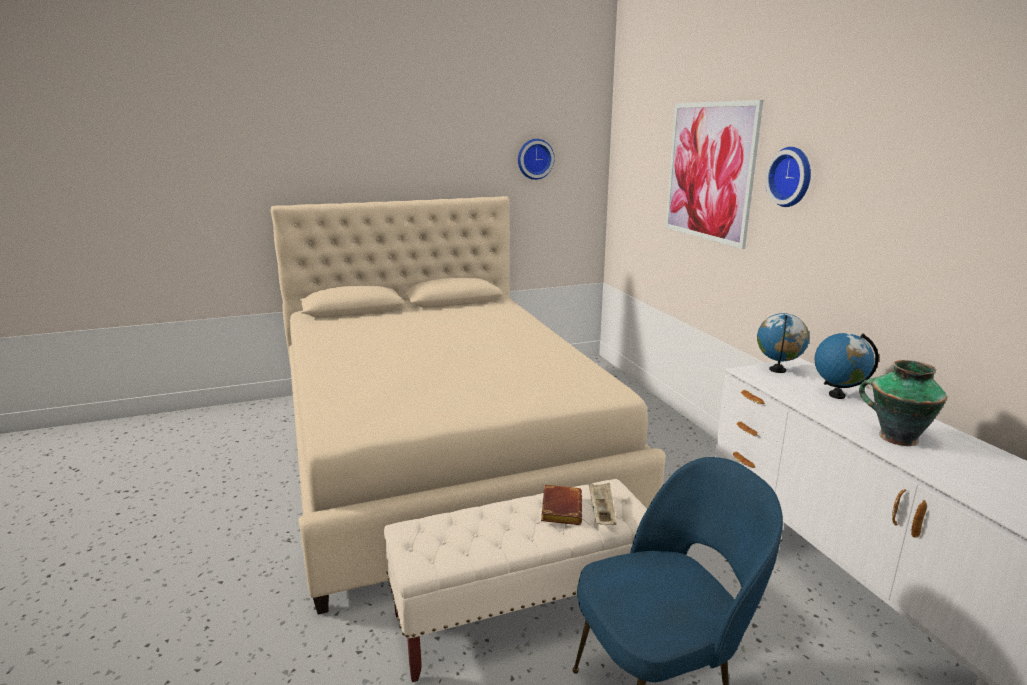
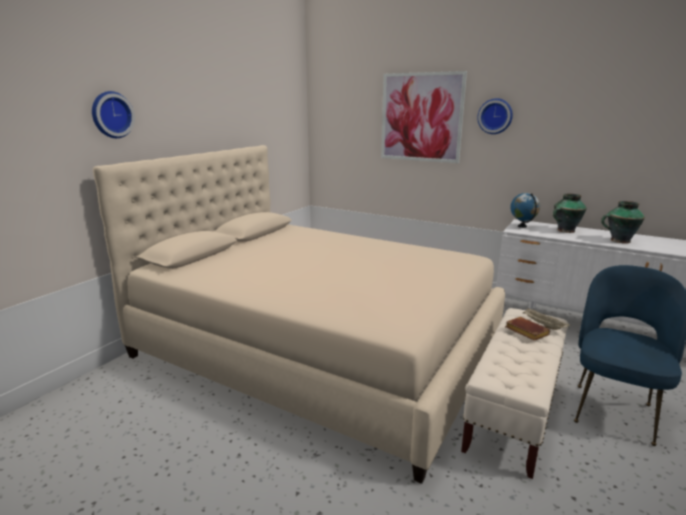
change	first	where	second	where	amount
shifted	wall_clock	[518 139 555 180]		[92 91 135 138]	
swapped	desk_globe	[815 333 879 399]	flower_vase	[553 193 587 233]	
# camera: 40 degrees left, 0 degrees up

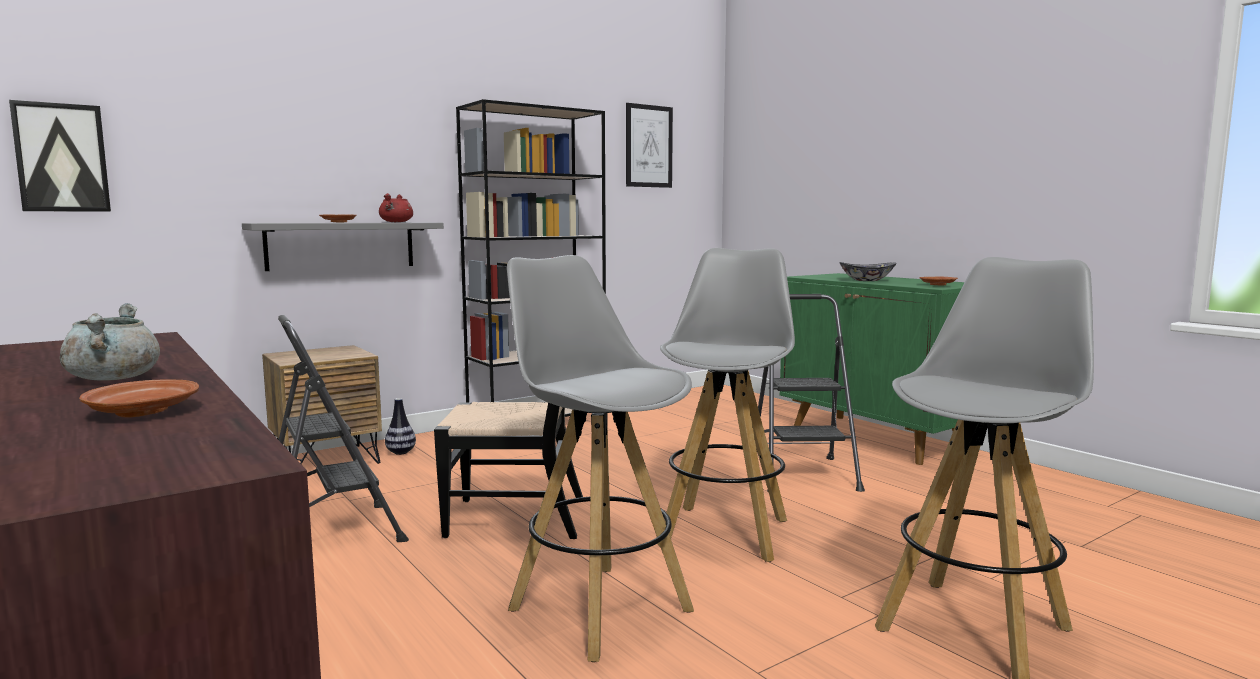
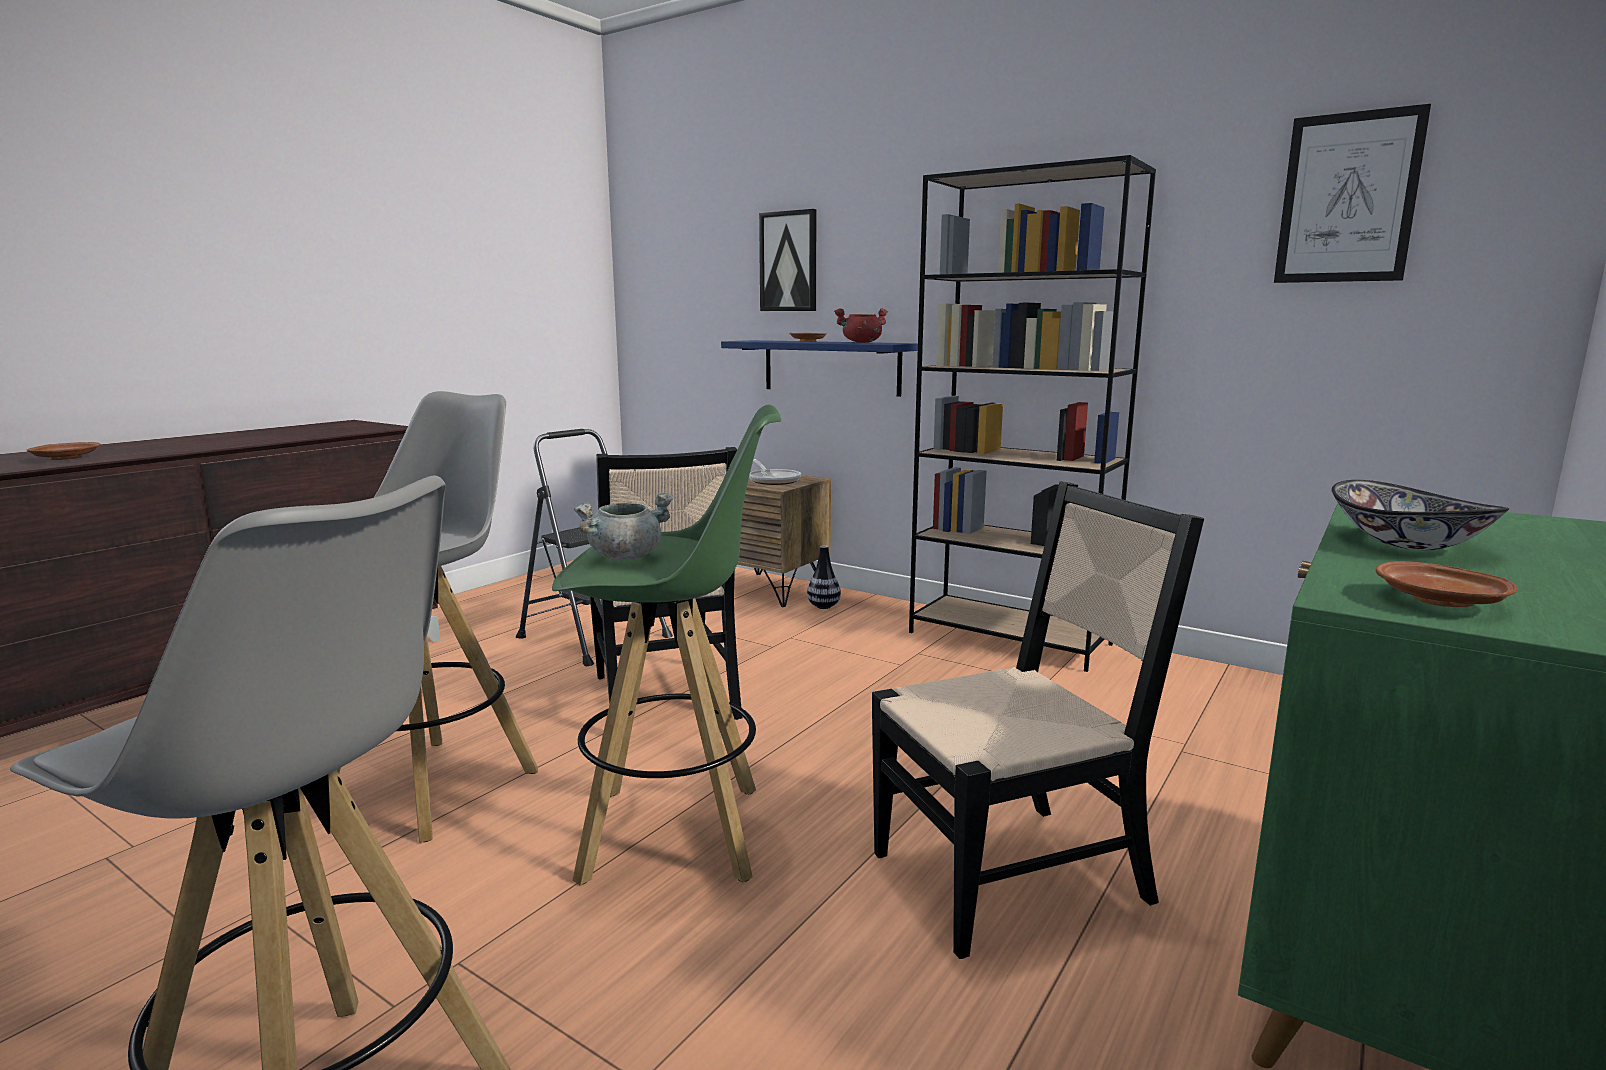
change	first	where	second	where	amount
new			skillet	[749 459 801 485]	
shifted	wall_picture	[9 100 111 212]		[759 209 816 311]	
shifted	greyish_saucepot	[60 303 160 381]		[574 493 674 560]	
swapped	blackish_stepladder	[758 294 865 492]	chair	[872 481 1204 959]	
repainted	greyish_wall_shelf	[242 223 444 271]	blue-coloured_wall_shelf	[721 340 918 397]	
repainted	greyish_stool_seat	[658 248 795 562]	greenish_stool_seat	[552 405 781 886]	
# camera: 70 degrees right, 5 degrees up

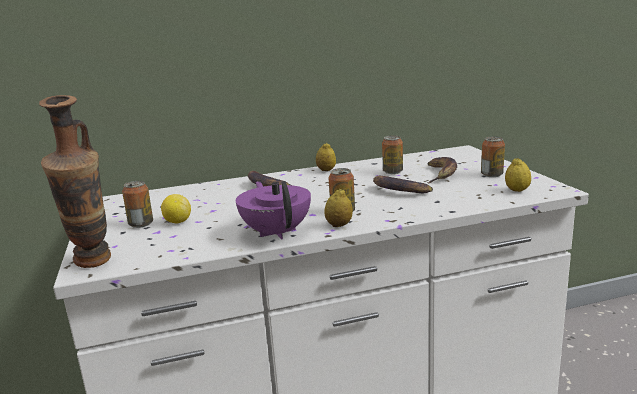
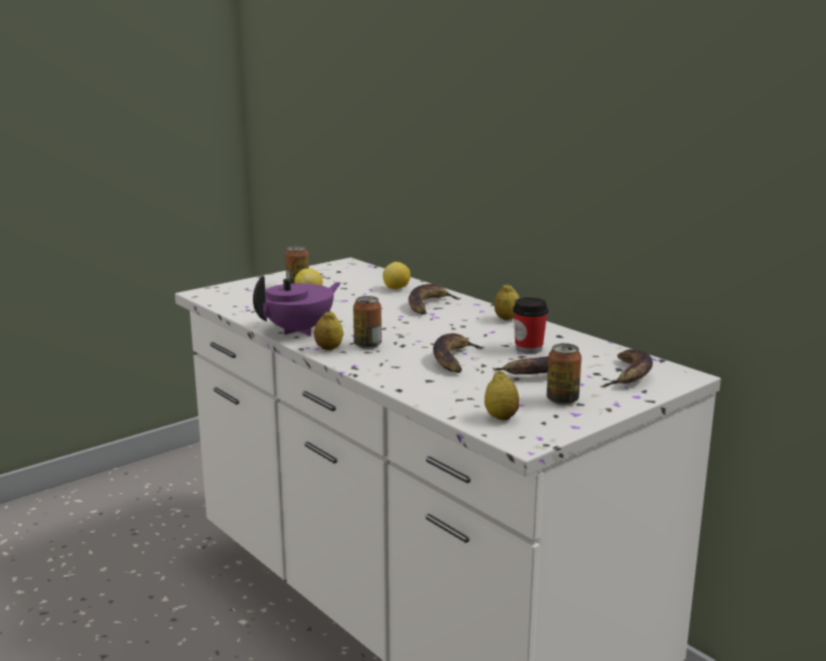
change	first	where	second	where	amount
gone	flower_vase	[39 95 111 268]			
new			citrus_fruit	[383 262 410 289]	
new			banana_fruit	[600 349 653 388]	
swapped	can	[382 135 403 174]	cup	[513 297 548 354]	
# camera: 65 degrees right, 0 degrees up

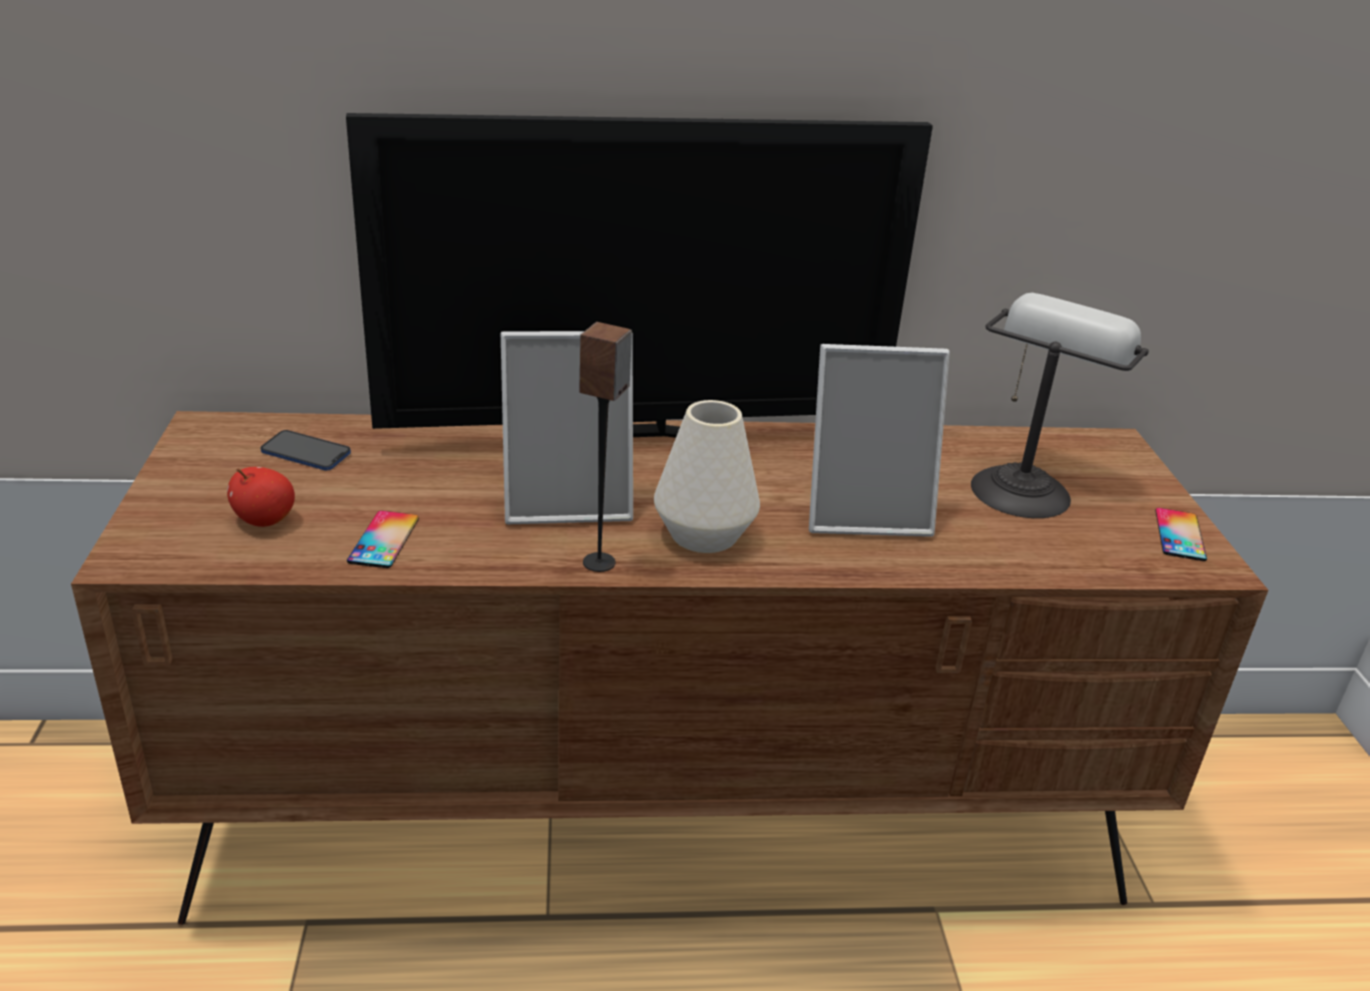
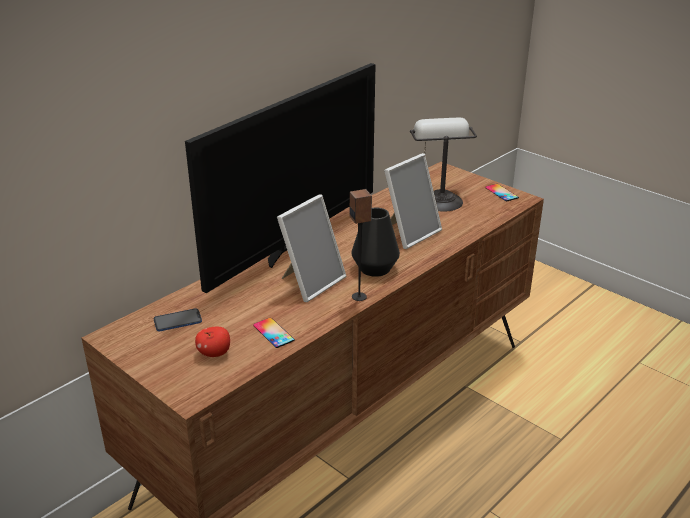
change	first	where	second	where	amount
repainted	white-coloured_flower_vase	[654 400 760 553]	blackish_flower_vase	[351 208 400 277]	
# camera: 40 degrees left, 0 degrees up

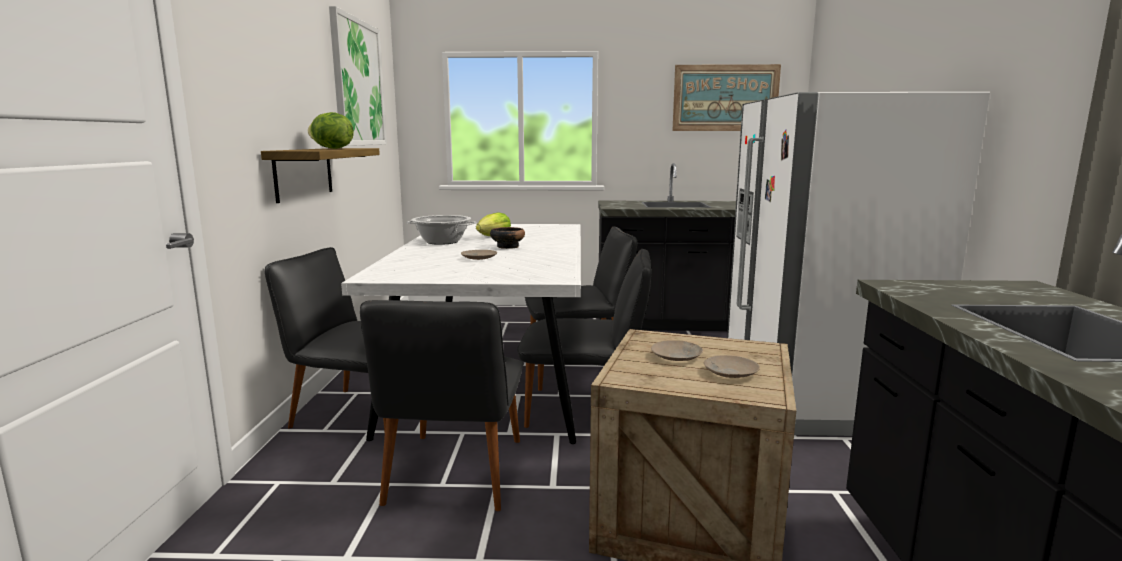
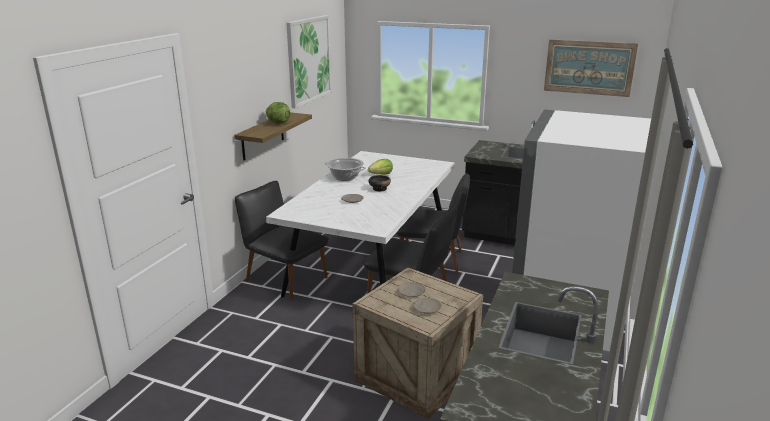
change	first	where	second	where	amount
gone	blackish_chair	[360 300 524 511]			
# camera: 20 degrees right, 10 degrees up

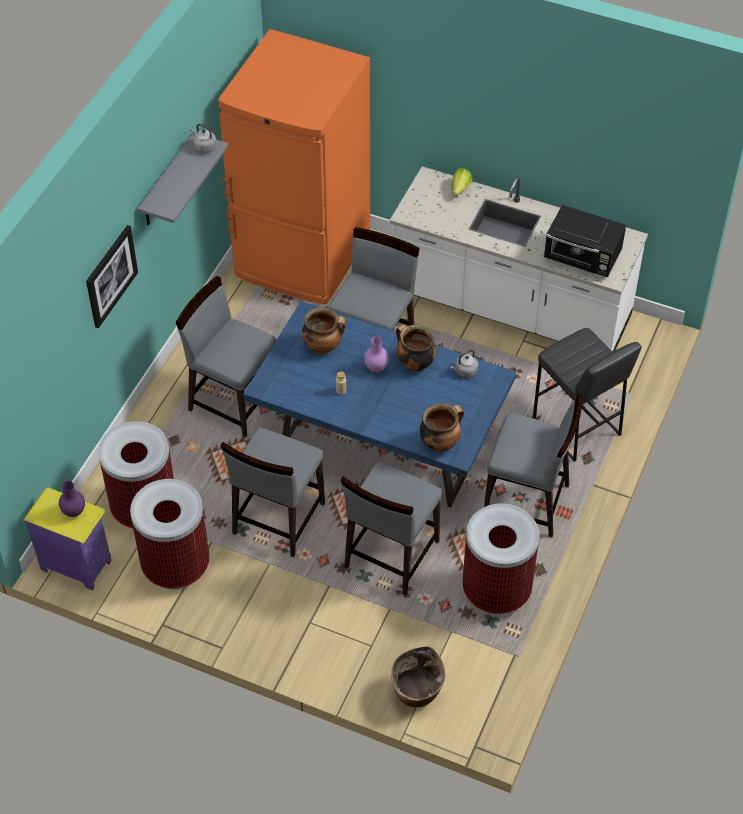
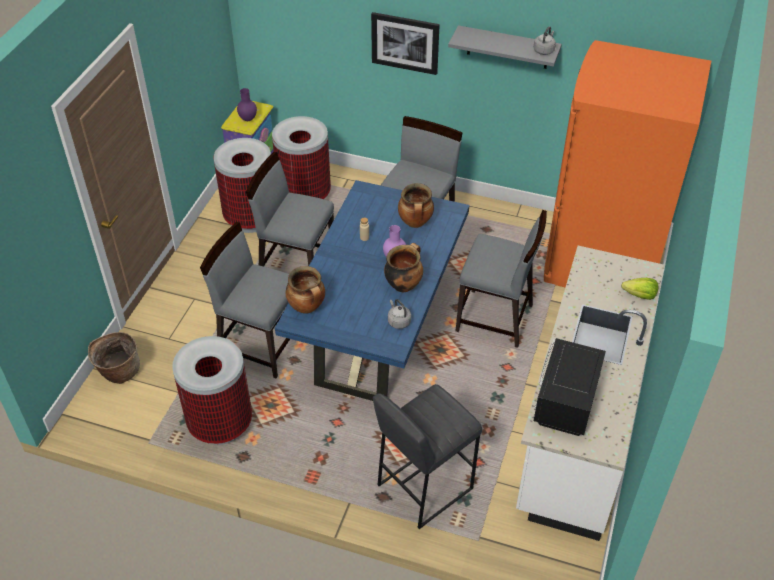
change	first	where	second	where	amount
gone	greyish_chair	[484 394 583 537]			
# camera: 85 degrees right, 5 degrees down

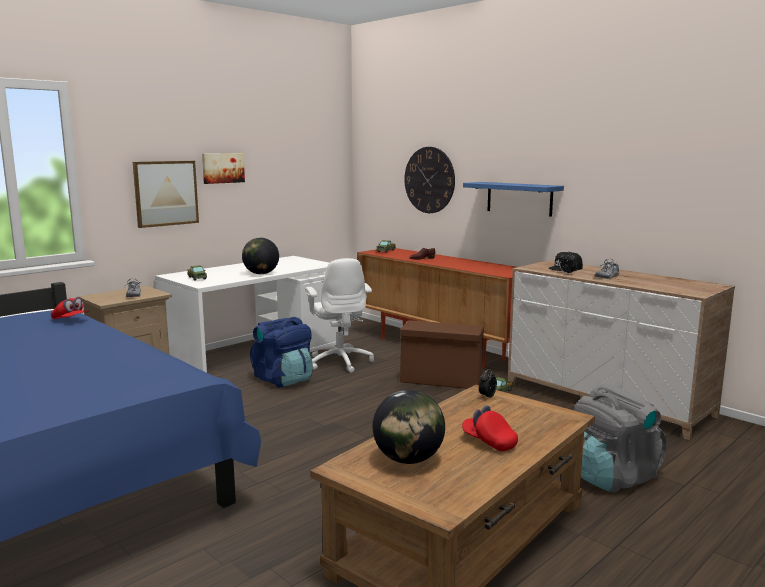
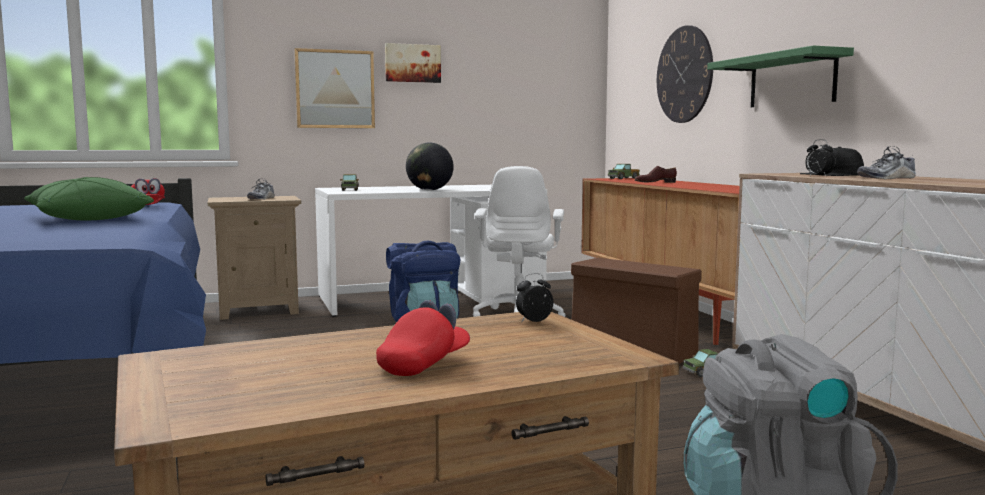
change	first	where	second	where	amount
gone	desk_globe	[373 390 445 464]			
new			greenish_pillow	[24 177 154 220]	
repainted	blue-coloured_wall_shelf	[463 182 564 217]	greenish_wall_shelf	[707 45 854 107]	
rotated	reddish_peaked_cap	[462 405 518 451]		[376 300 470 376]	60 degrees clockwise
# camera: 25 degrees right, 5 degrees down

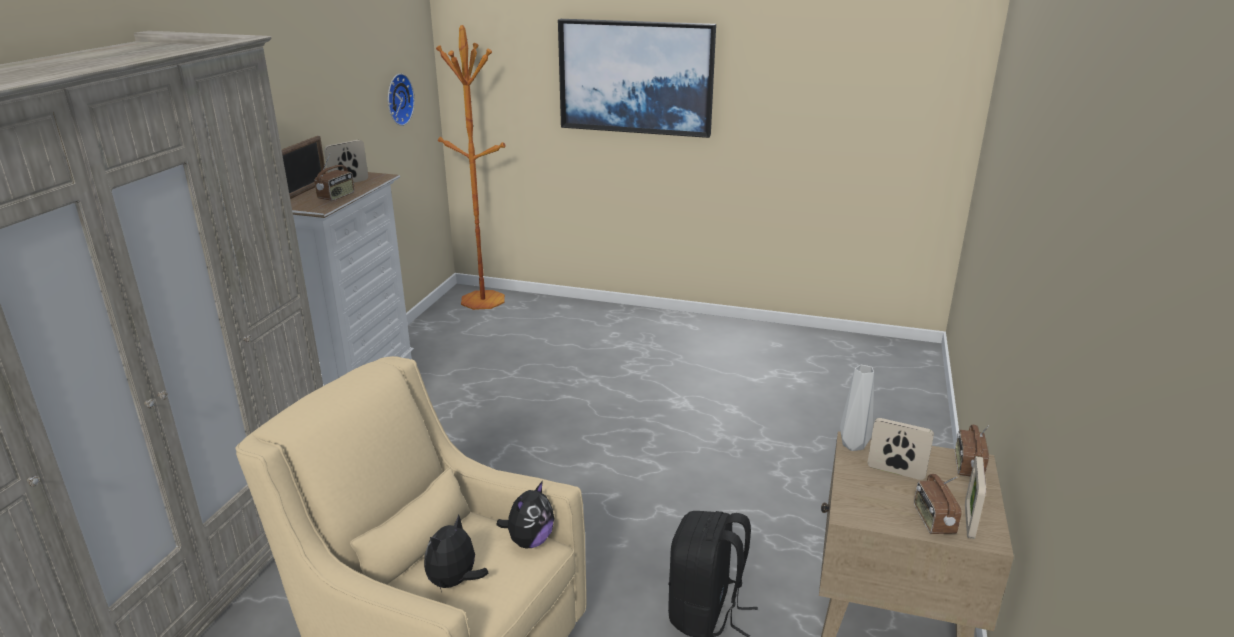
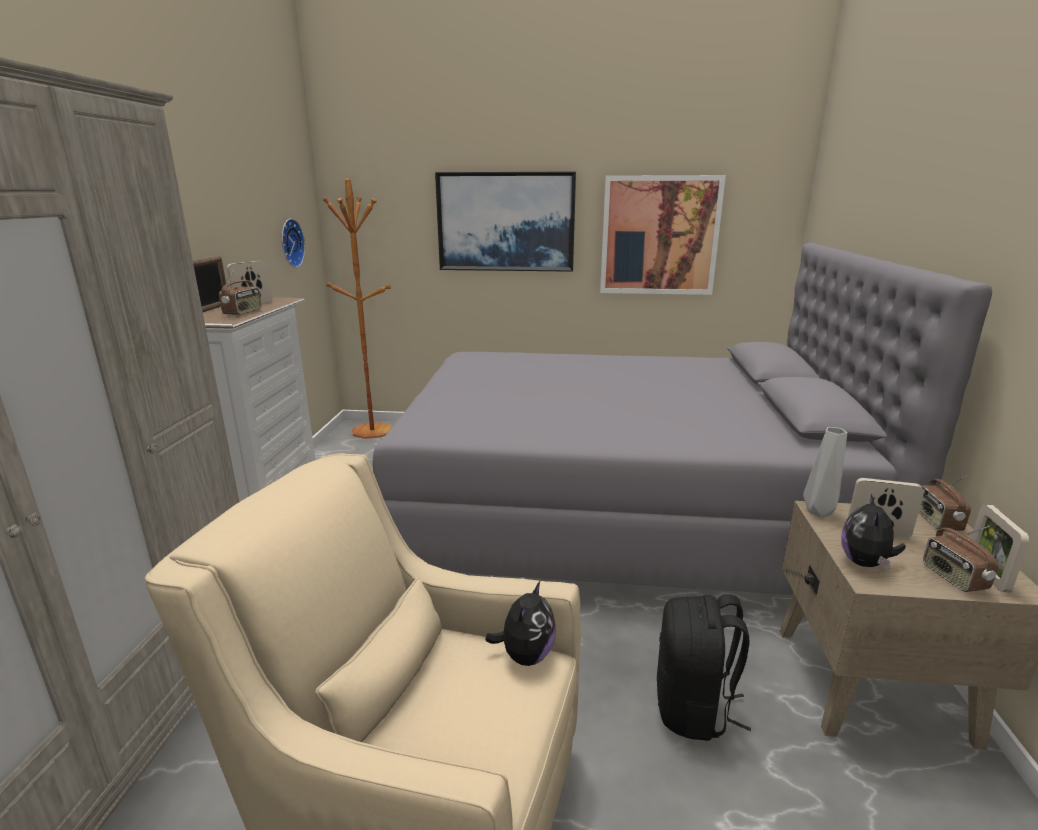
change	first	where	second	where	amount
new			greyish_bed	[372 242 992 595]	
new			wall_picture	[600 175 726 295]	
shifted	soft_toy	[424 515 488 592]		[841 494 906 569]	
# camera: 10 degrees left, 5 degrees down

